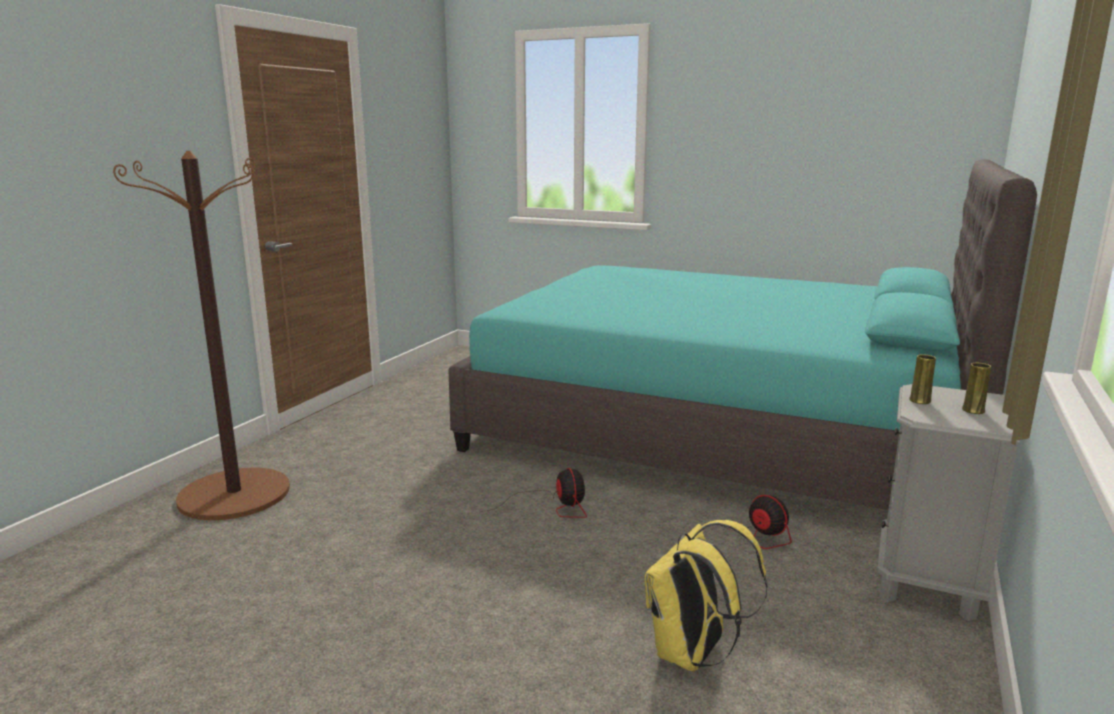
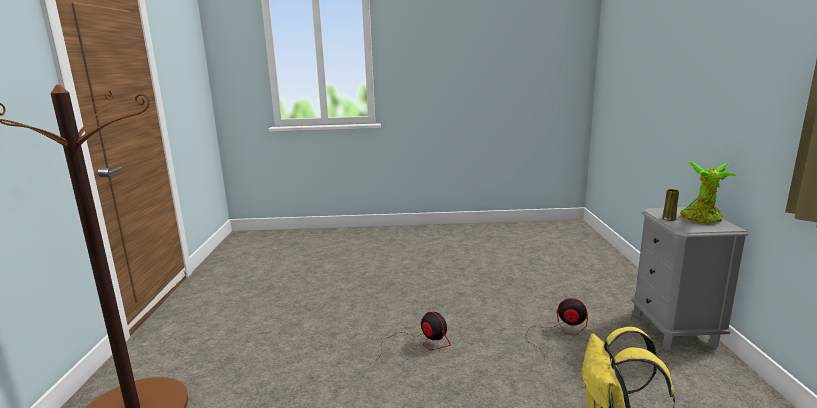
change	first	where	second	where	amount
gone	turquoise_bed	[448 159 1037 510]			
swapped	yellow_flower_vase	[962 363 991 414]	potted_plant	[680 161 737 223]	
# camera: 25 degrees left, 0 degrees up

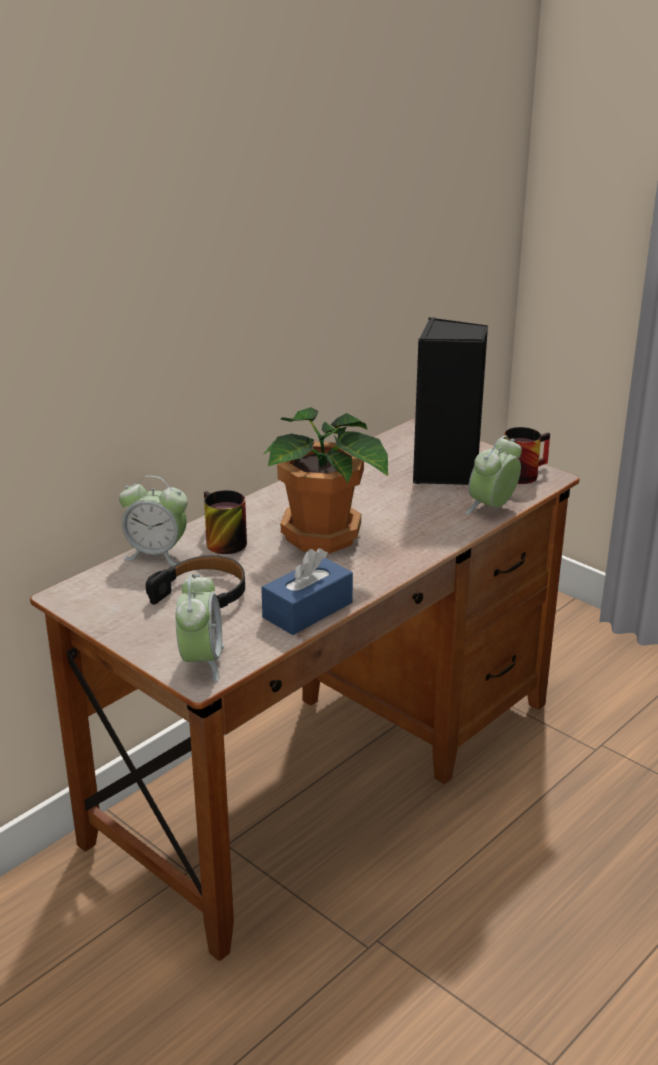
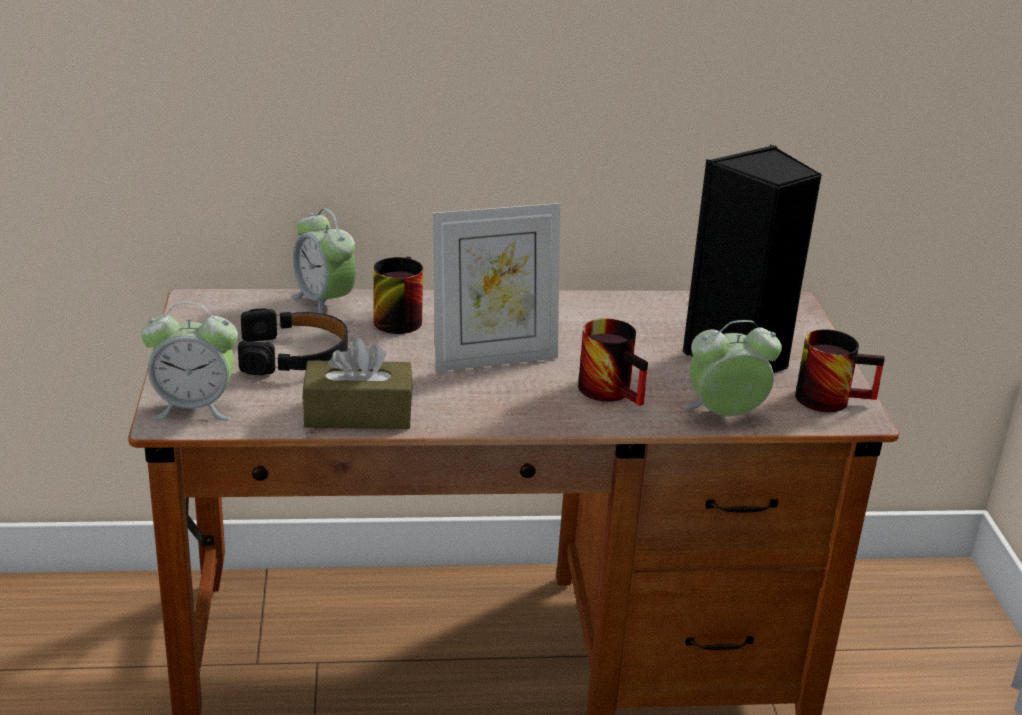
change	first	where	second	where	amount
new			mug	[578 318 648 406]	
swapped	potted_plant	[263 407 388 553]	photo_frame	[432 203 560 372]	
repainted	blue-coloured_tissue_holder	[261 548 353 635]	brown_tissue_holder	[302 337 412 429]	
rotated	alarm_clock	[176 574 224 682]		[141 302 238 420]	45 degrees clockwise
# camera: 40 degrees right, 0 degrees up

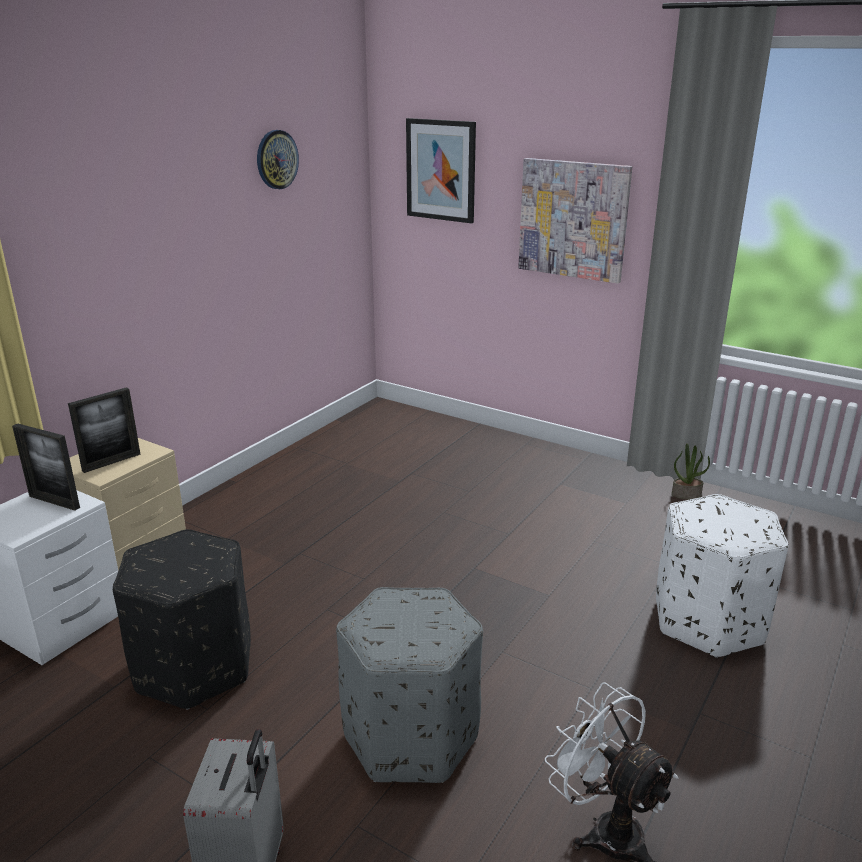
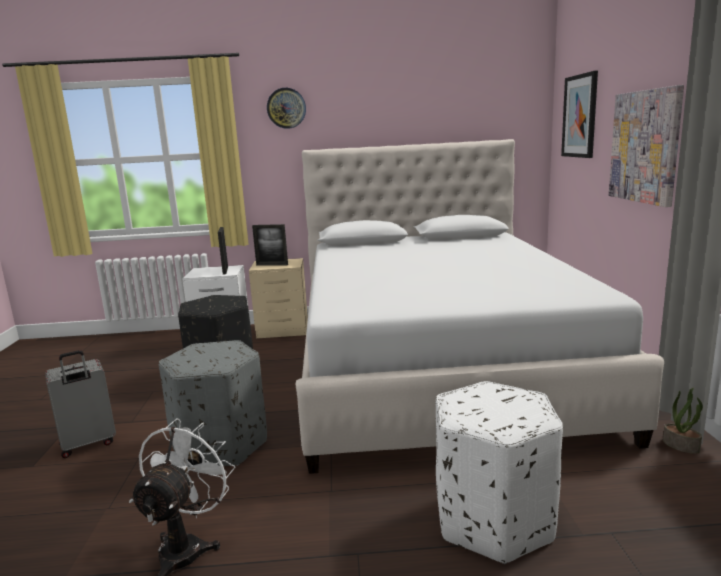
change	first	where	second	where	amount
new			white-coloured_bed	[296 139 664 474]	
shifted	wall_clock	[257 130 299 189]		[267 88 306 129]	
# camera: 55 degrees right, 10 degrees down

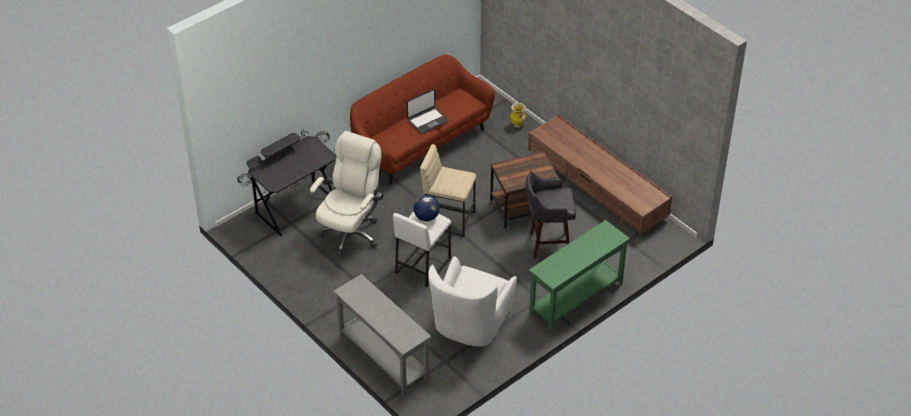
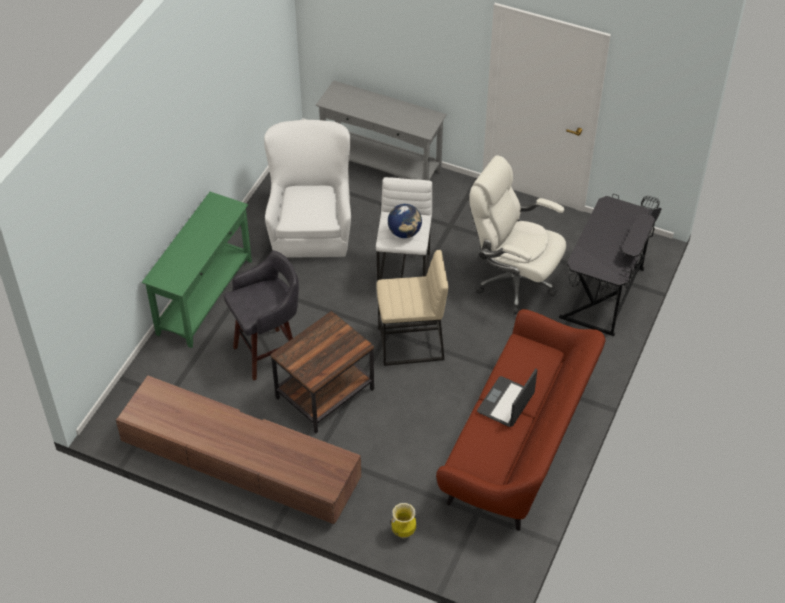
change	first	where	second	where	amount
rotated	white-coloured_computer_chair	[310 131 383 257]		[469 156 566 315]	120 degrees clockwise
# camera: 155 degrees right, 5 degrees up

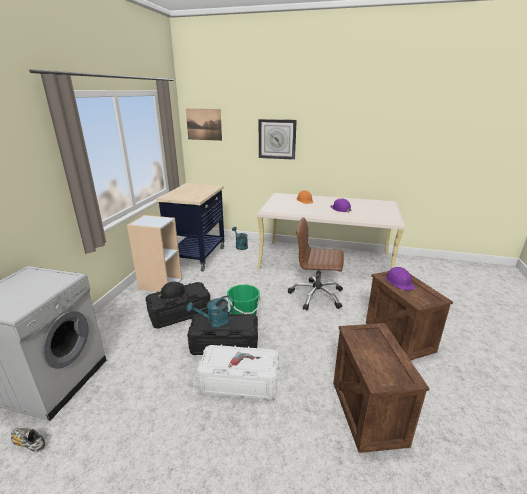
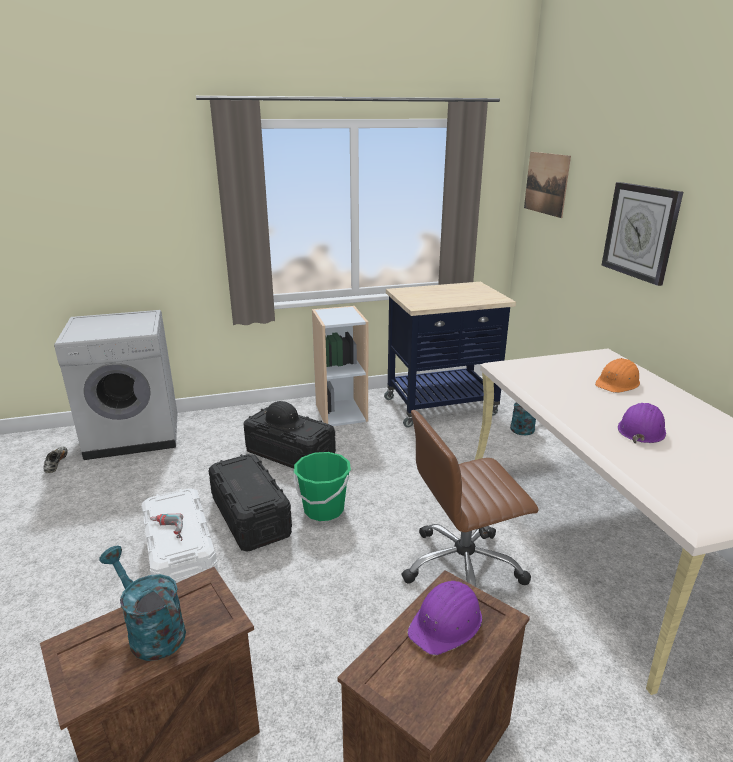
change	first	where	second	where	amount
shifted	turquoise_watering_can	[187 296 234 328]		[99 546 186 661]	
rotated	brown_computer_chair	[288 217 344 311]		[401 410 539 587]	90 degrees counterclockwise
# camera: 60 degrees right, 0 degrees up

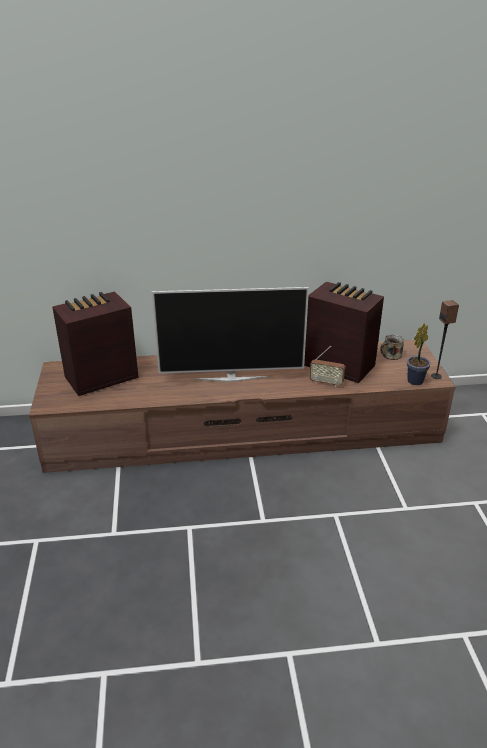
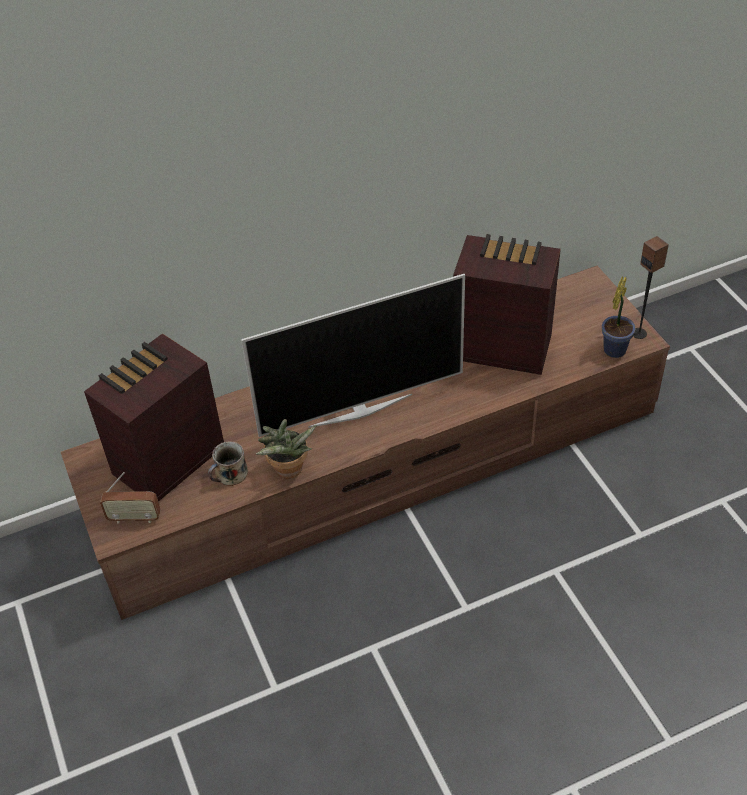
change	first	where	second	where	amount
new			potted_plant	[256 419 317 479]	
shifted	radio_receiver	[309 346 345 387]		[100 472 160 524]	
shifted	mug	[380 334 404 360]		[208 441 248 486]	
# camera: 15 degrees left, 15 degrees up

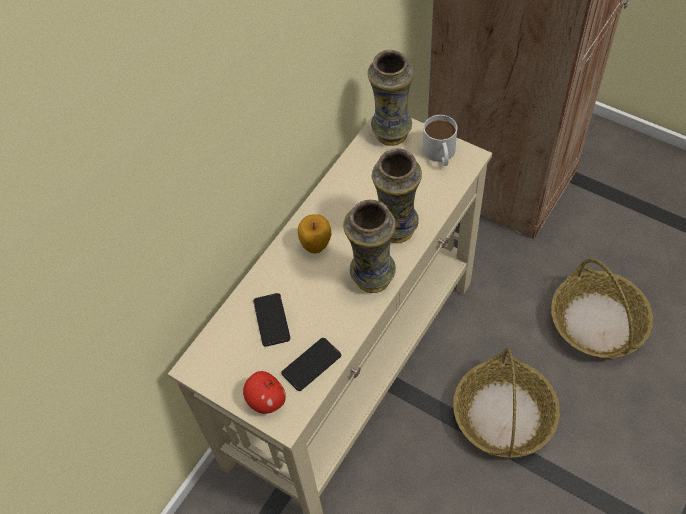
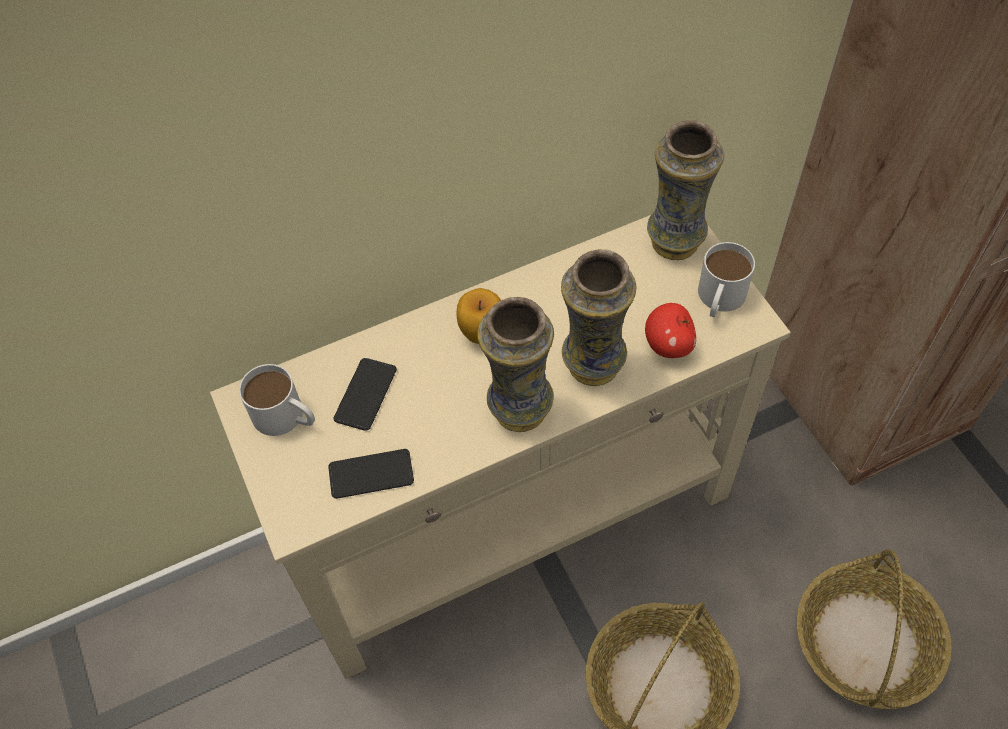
change	first	where	second	where	amount
new			white-coloured_mug	[239 364 315 436]	
shifted	apple	[243 371 286 414]		[645 303 696 358]	
# camera: 30 degrees right, 0 degrees up

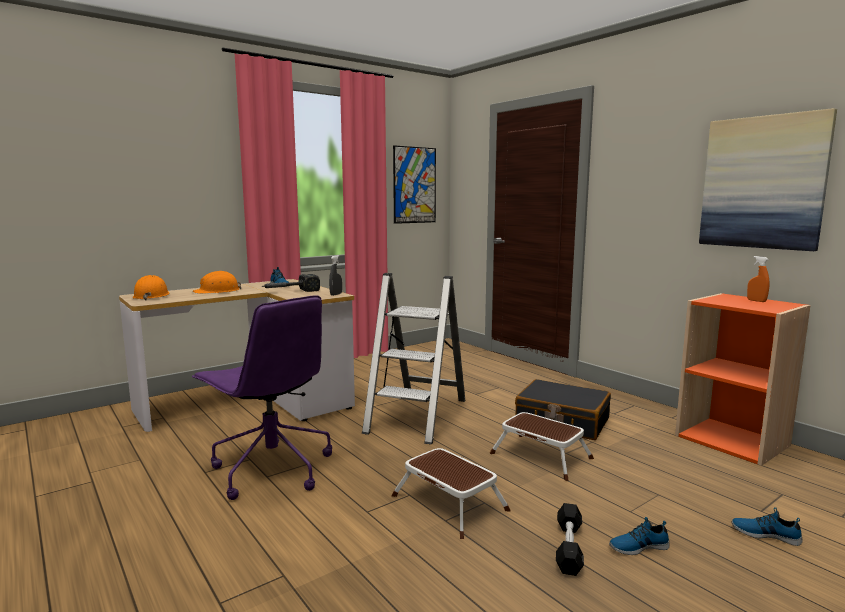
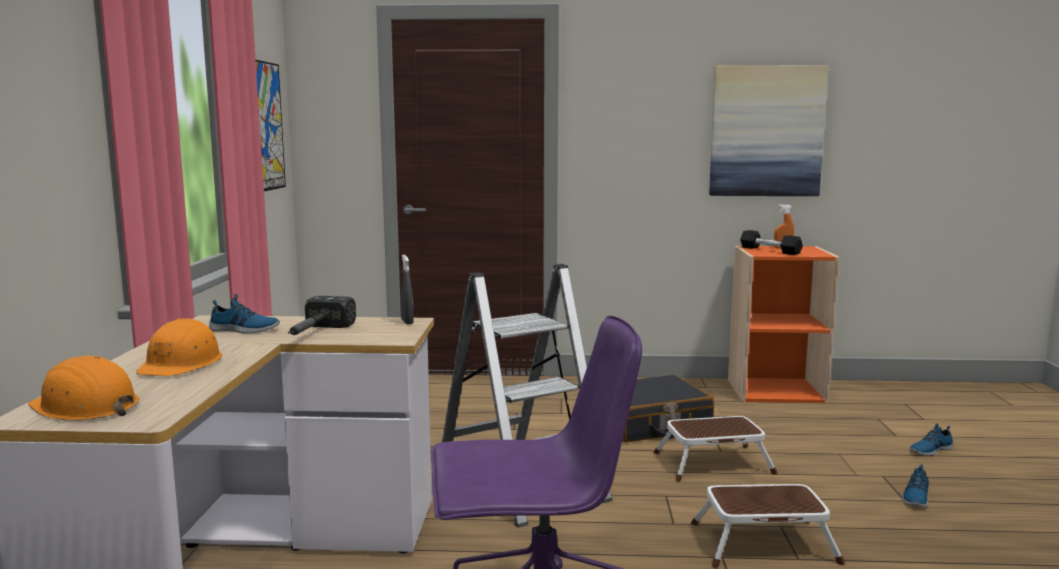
change	first	where	second	where	amount
shifted	blackish_hand_weight	[556 503 584 576]		[740 230 803 255]	
# camera: 50 degrees left, 0 degrees up

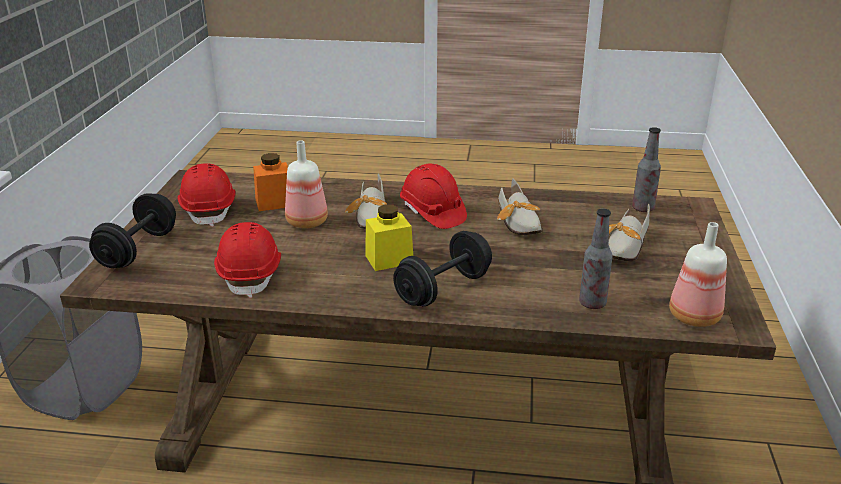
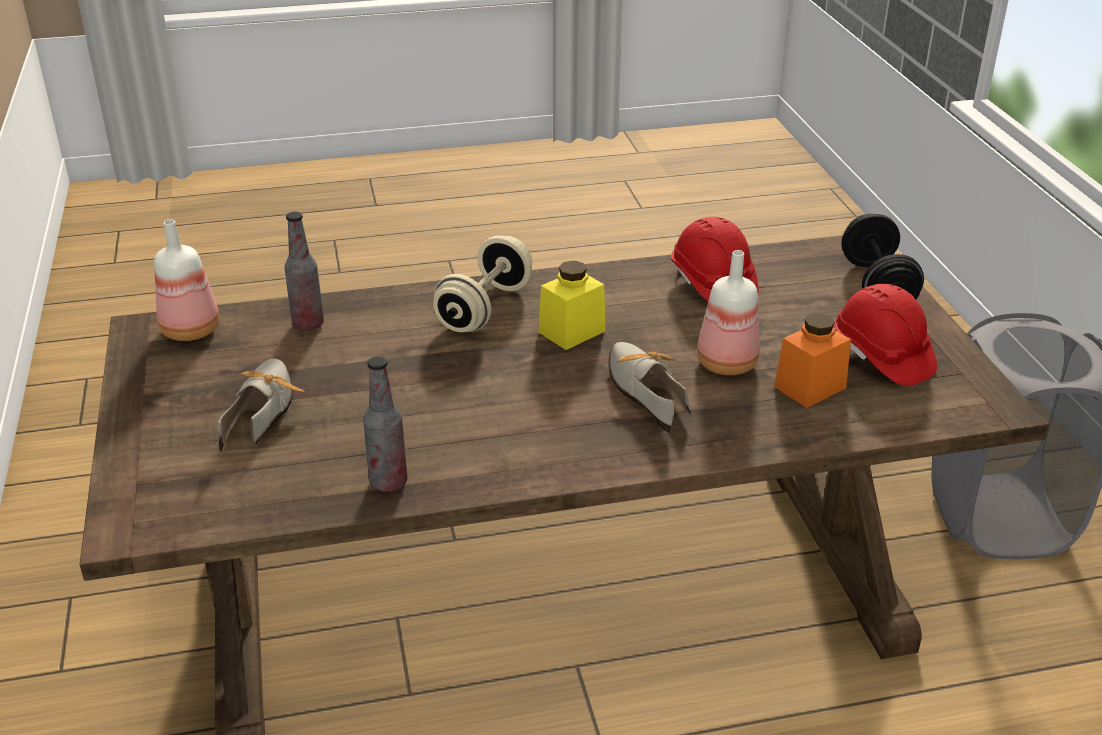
change	first	where	second	where	amount
gone	reddish_work_helmet	[400 164 467 229]			
gone	shoe	[497 178 543 235]			
shifted	beverage_bottle	[632 127 661 212]		[363 356 407 492]	
repainted	blackish_hand_weight	[393 231 492 306]	beige_hand_weight	[433 236 532 332]	
# camera: 160 degrees right, 5 degrees up

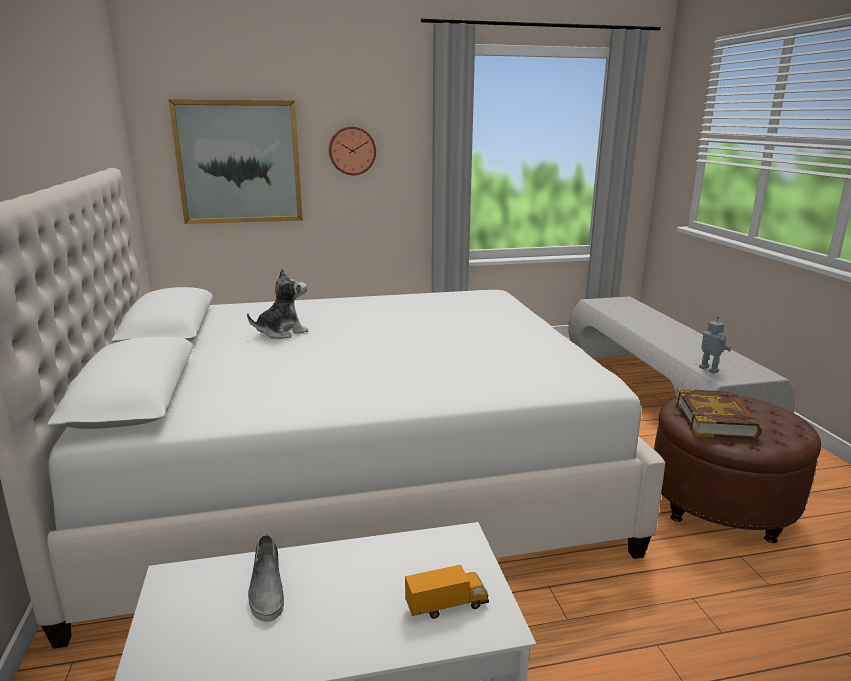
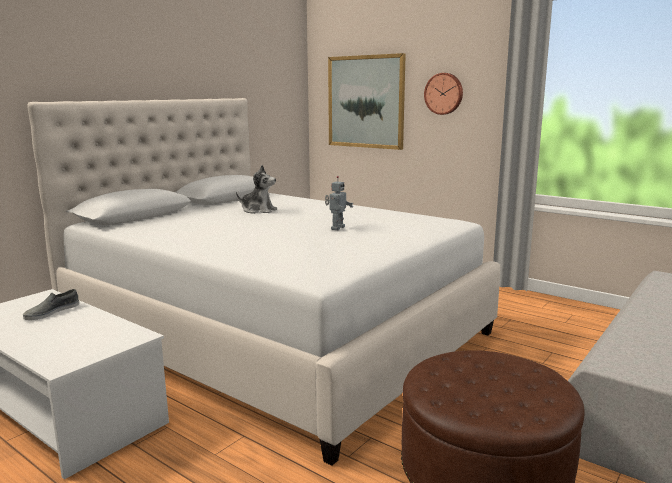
change	first	where	second	where	amount
gone	model_truck	[405 565 489 619]			
gone	volume	[675 388 762 439]			
shifted	model_robot	[699 316 731 373]		[325 176 353 230]	
# camera: 50 degrees right, 5 degrees down

